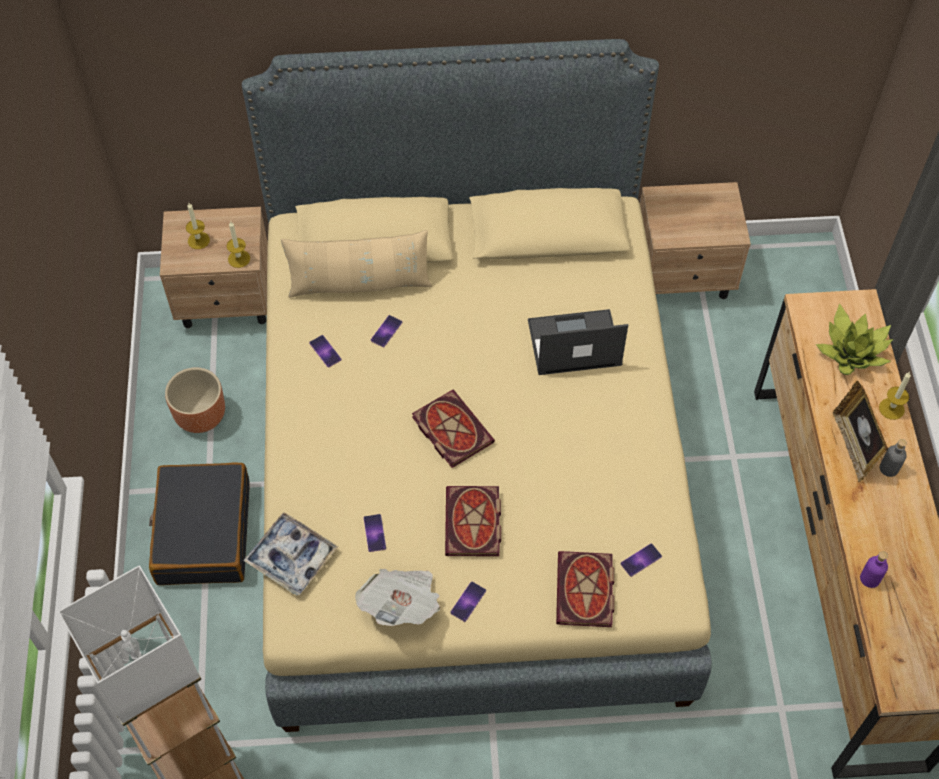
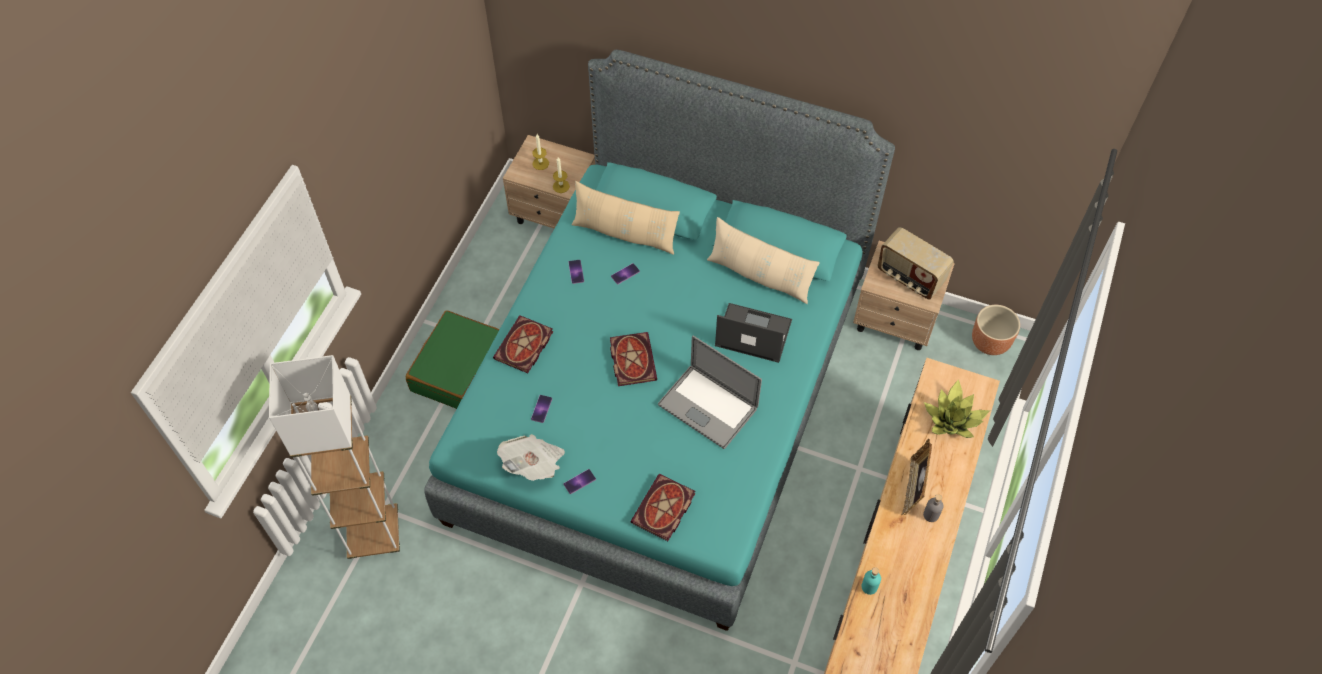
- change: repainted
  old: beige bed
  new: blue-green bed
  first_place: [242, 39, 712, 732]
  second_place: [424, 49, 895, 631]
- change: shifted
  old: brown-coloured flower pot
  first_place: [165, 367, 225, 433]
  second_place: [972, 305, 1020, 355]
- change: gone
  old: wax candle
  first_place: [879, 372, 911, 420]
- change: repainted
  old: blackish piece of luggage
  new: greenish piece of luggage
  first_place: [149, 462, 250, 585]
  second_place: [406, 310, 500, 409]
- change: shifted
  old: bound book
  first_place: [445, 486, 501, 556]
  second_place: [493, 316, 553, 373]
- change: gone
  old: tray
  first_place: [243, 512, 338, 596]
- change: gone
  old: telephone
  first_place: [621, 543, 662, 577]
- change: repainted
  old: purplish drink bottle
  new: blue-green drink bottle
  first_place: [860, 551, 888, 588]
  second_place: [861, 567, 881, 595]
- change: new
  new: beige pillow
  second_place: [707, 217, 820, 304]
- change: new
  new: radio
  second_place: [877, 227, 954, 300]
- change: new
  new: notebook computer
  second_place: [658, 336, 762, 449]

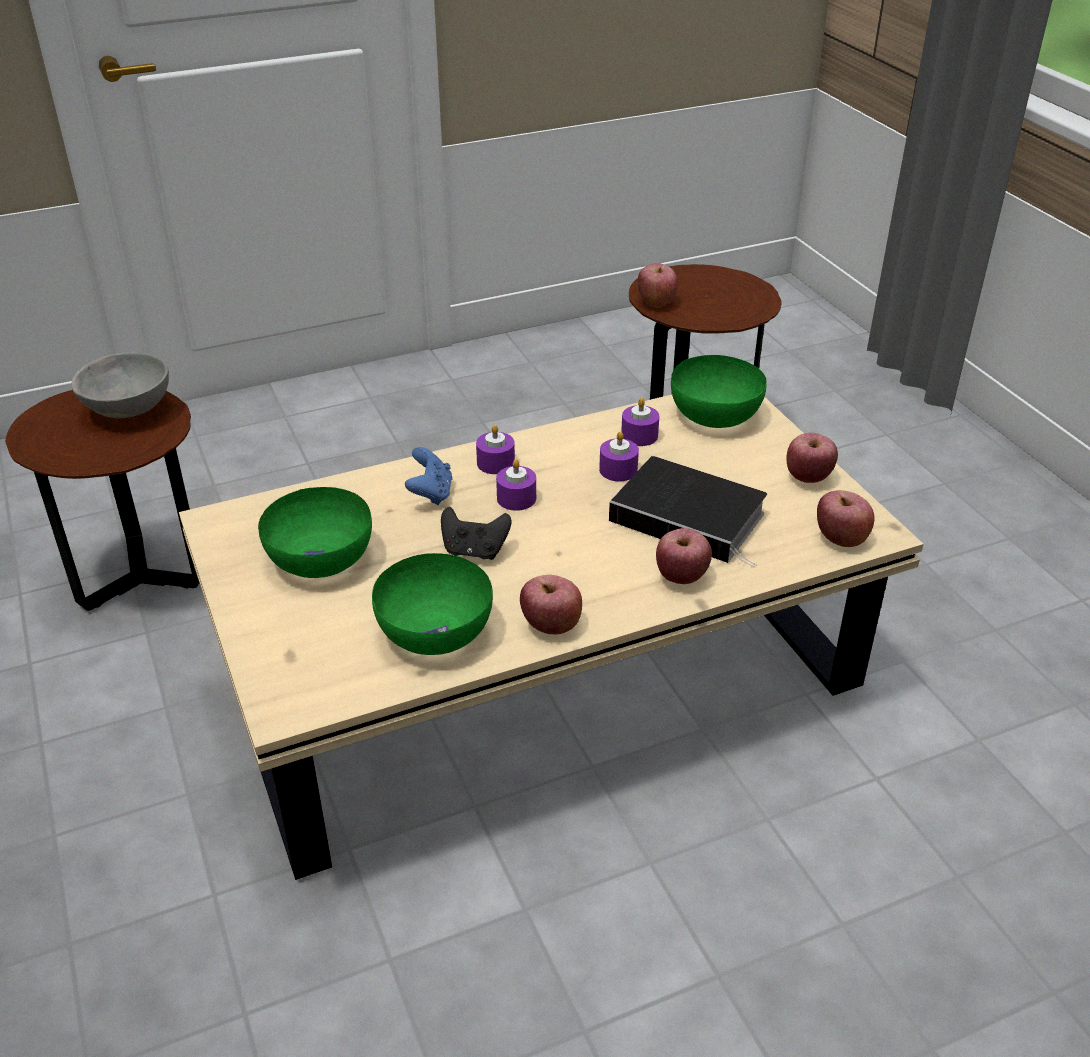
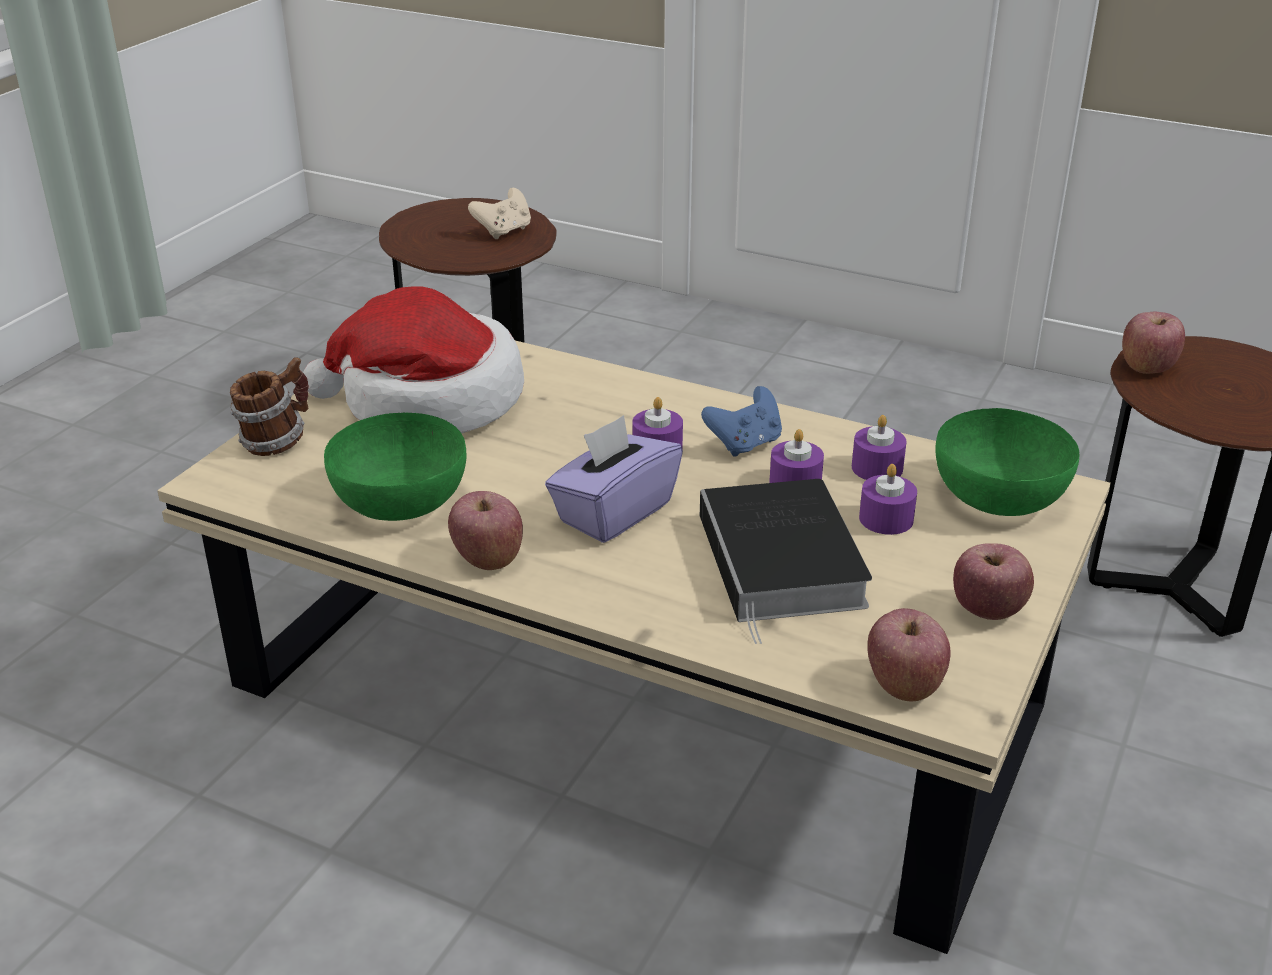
- change: swapped
  old: grey serving bowl
  new: beige joypad
  first_place: [71, 352, 169, 418]
  second_place: [468, 188, 531, 239]
- change: shifted
  old: purplish wax candle
  first_place: [476, 425, 515, 474]
  second_place: [859, 464, 917, 535]
- change: shifted
  old: bluish joypad
  first_place: [405, 447, 452, 505]
  second_place: [701, 386, 782, 457]
- change: swapped
  old: greenish serving bowl
  new: clothing hat
  first_place: [258, 487, 372, 578]
  second_place: [303, 287, 524, 433]
- change: gone
  old: blackish joypad
  first_place: [441, 507, 511, 560]
- change: gone
  old: apple fruit
  first_place: [656, 528, 712, 584]
- change: new
  new: coffee mug
  second_place: [230, 357, 309, 456]
- change: new
  new: purplish box of tissues
  second_place: [545, 415, 683, 543]

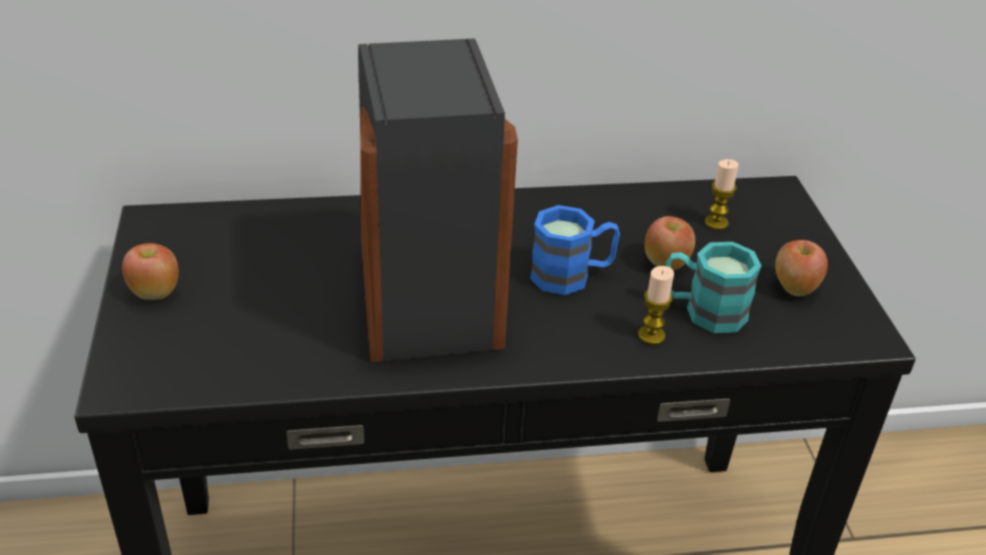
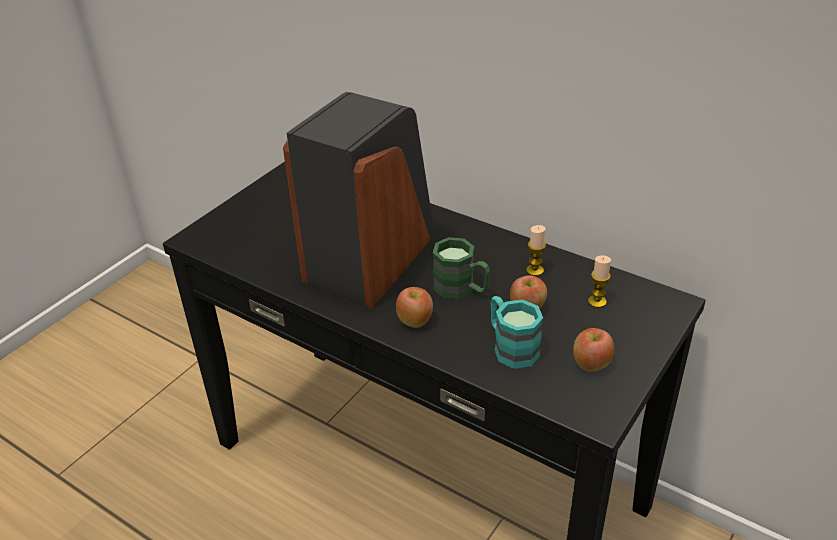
- change: repainted
  old: bluish coffee mug
  new: greenish coffee mug
  first_place: [530, 205, 620, 295]
  second_place: [433, 237, 490, 299]
- change: shifted
  old: apple fruit
  first_place: [122, 243, 179, 300]
  second_place: [396, 287, 433, 328]
- change: shifted
  old: wax candle
  first_place: [638, 266, 674, 345]
  second_place: [526, 225, 546, 276]

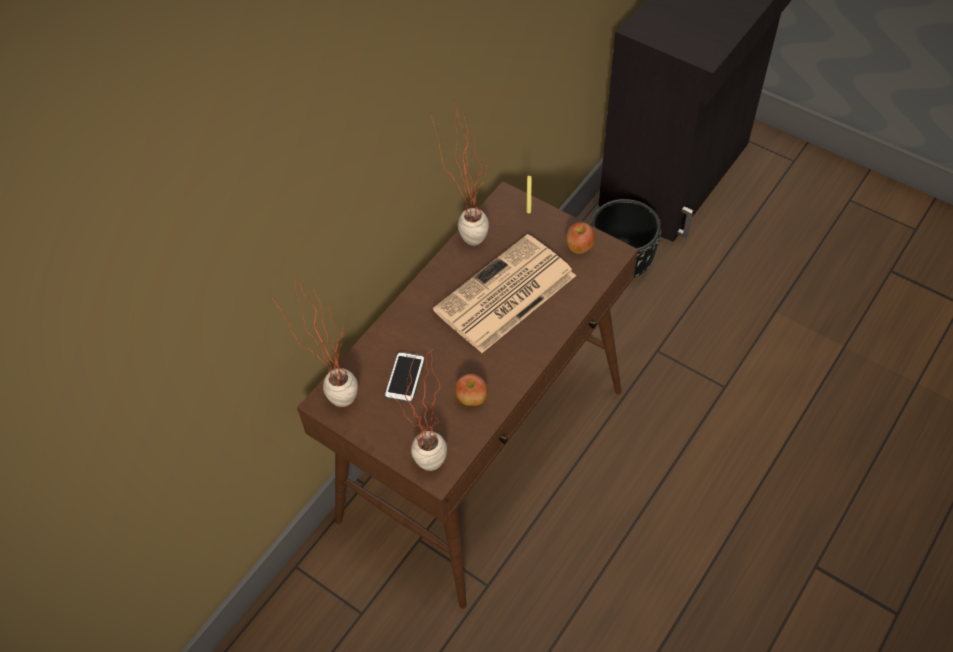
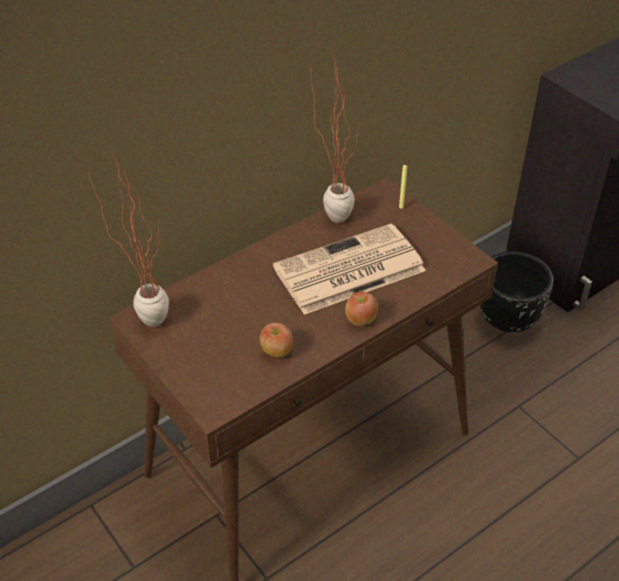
- change: shifted
  old: apple fruit
  first_place: [566, 222, 595, 254]
  second_place: [345, 291, 377, 326]
- change: gone
  old: potted plant
  first_place: [392, 348, 447, 471]
- change: gone
  old: telephone
  first_place: [385, 352, 425, 403]

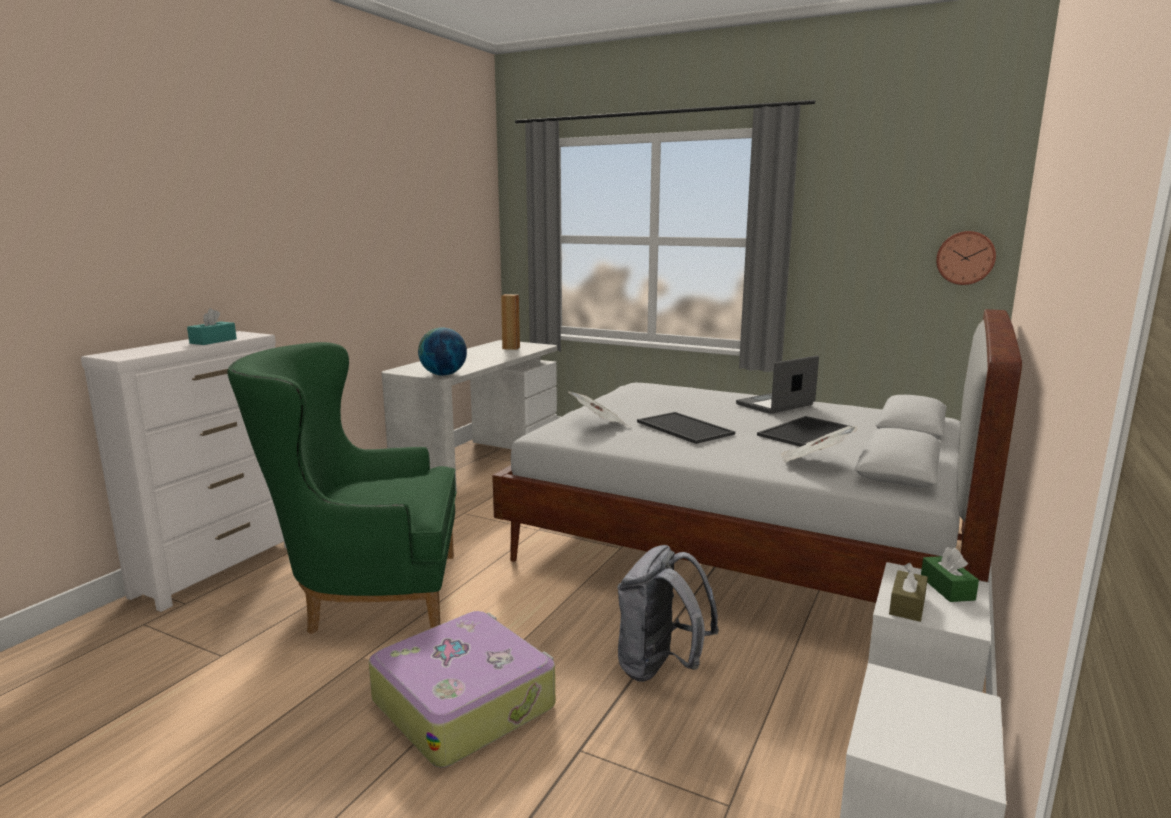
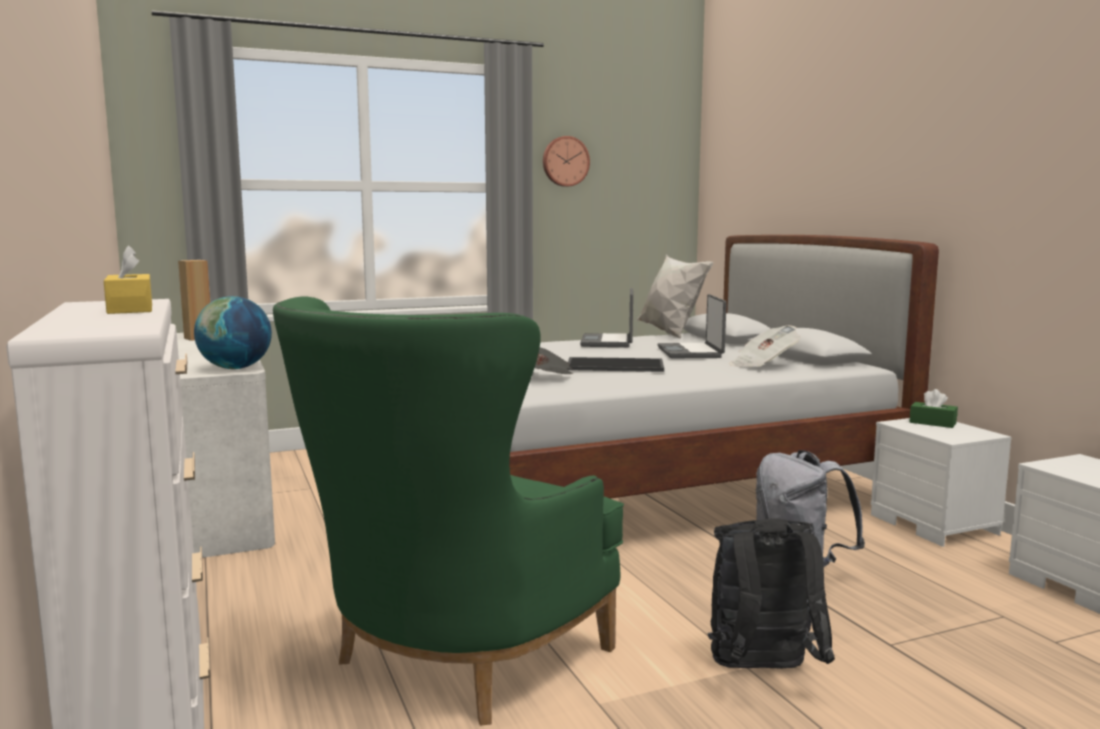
- change: shifted
  old: hanging clock
  first_place: [936, 231, 996, 285]
  second_place: [543, 136, 590, 187]
- change: repainted
  old: blue-green box of tissues
  new: yellow box of tissues
  first_place: [187, 308, 237, 345]
  second_place: [104, 245, 152, 314]
- change: swapped
  old: tray
  new: notebook computer
  first_place: [757, 416, 852, 447]
  second_place: [658, 294, 727, 358]
- change: gone
  old: brown-coloured box of tissues
  first_place: [889, 563, 928, 622]
- change: swapped
  old: piece of luggage
  new: blackish rucksack
  first_place: [369, 611, 555, 768]
  second_place: [708, 519, 835, 669]
- change: new
  new: white pillow
  second_place: [637, 254, 714, 339]

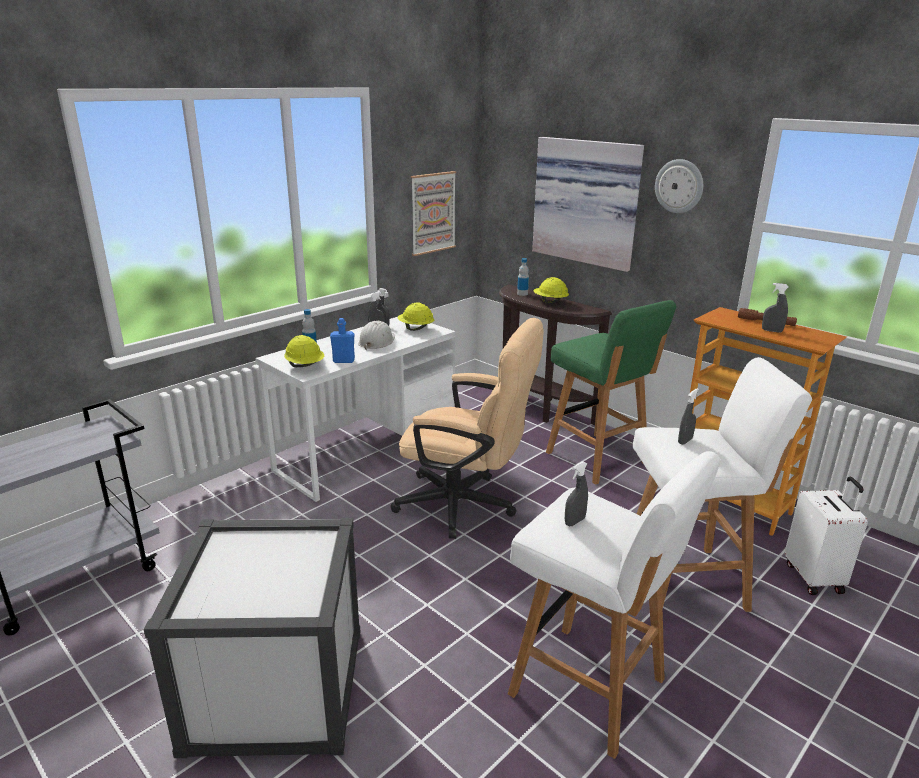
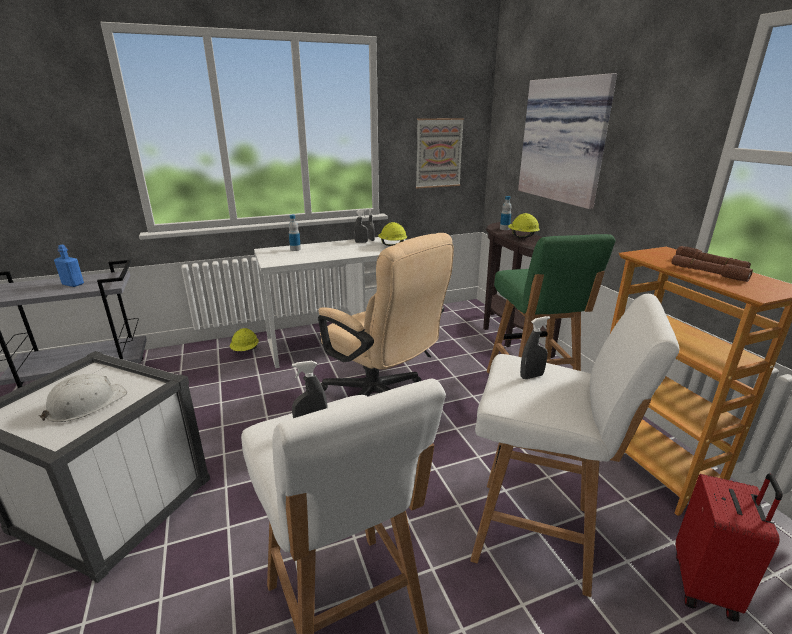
- change: gone
  old: hanging clock
  first_place: [655, 159, 703, 213]
- change: swapped
  old: grey spray bottle
  new: brown-coloured hand torch
  first_place: [762, 283, 789, 333]
  second_place: [671, 255, 753, 282]
- change: shifted
  old: bluish drink bottle
  first_place: [330, 318, 355, 363]
  second_place: [54, 245, 84, 287]
- change: shifted
  old: white hard hat
  first_place: [358, 321, 395, 350]
  second_place: [39, 374, 127, 422]
- change: shifted
  old: yellow hard hat
  first_place: [284, 335, 324, 367]
  second_place: [230, 328, 259, 351]
- change: repainted
  old: white piece of luggage
  new: red-coloured piece of luggage
  first_place: [785, 477, 868, 595]
  second_place: [676, 474, 783, 622]

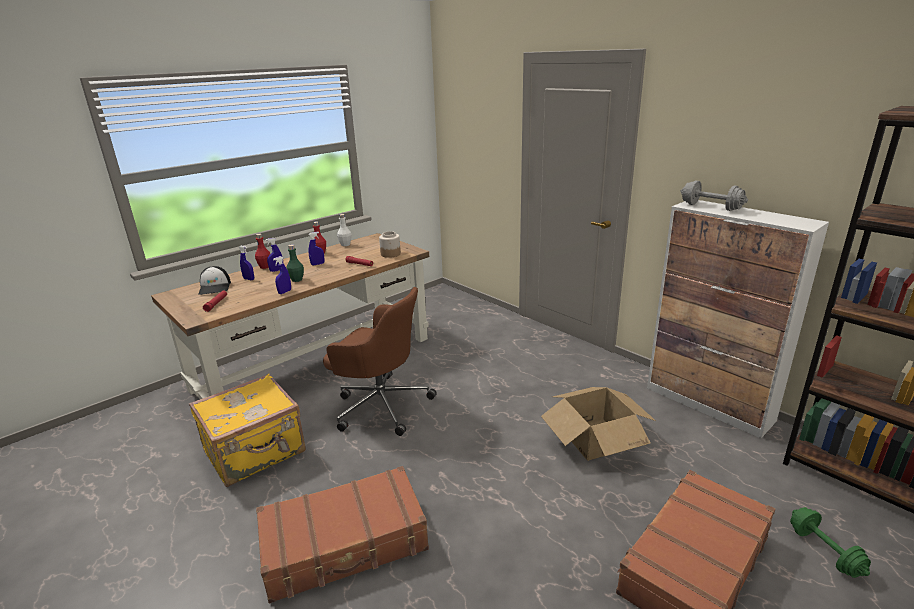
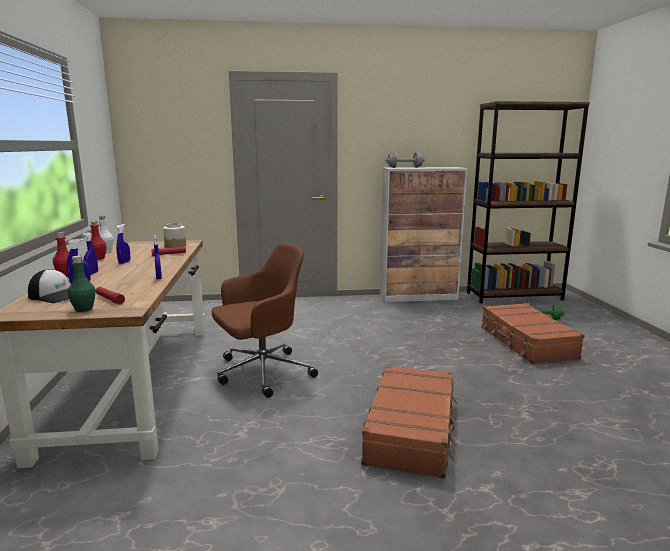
- change: shifted
  old: greenish drink bottle
  first_place: [286, 244, 304, 282]
  second_place: [68, 256, 96, 312]
- change: gone
  old: yellow piece of luggage
  first_place: [189, 373, 306, 487]
- change: gone
  old: cardboard box
  first_place: [541, 387, 656, 461]

